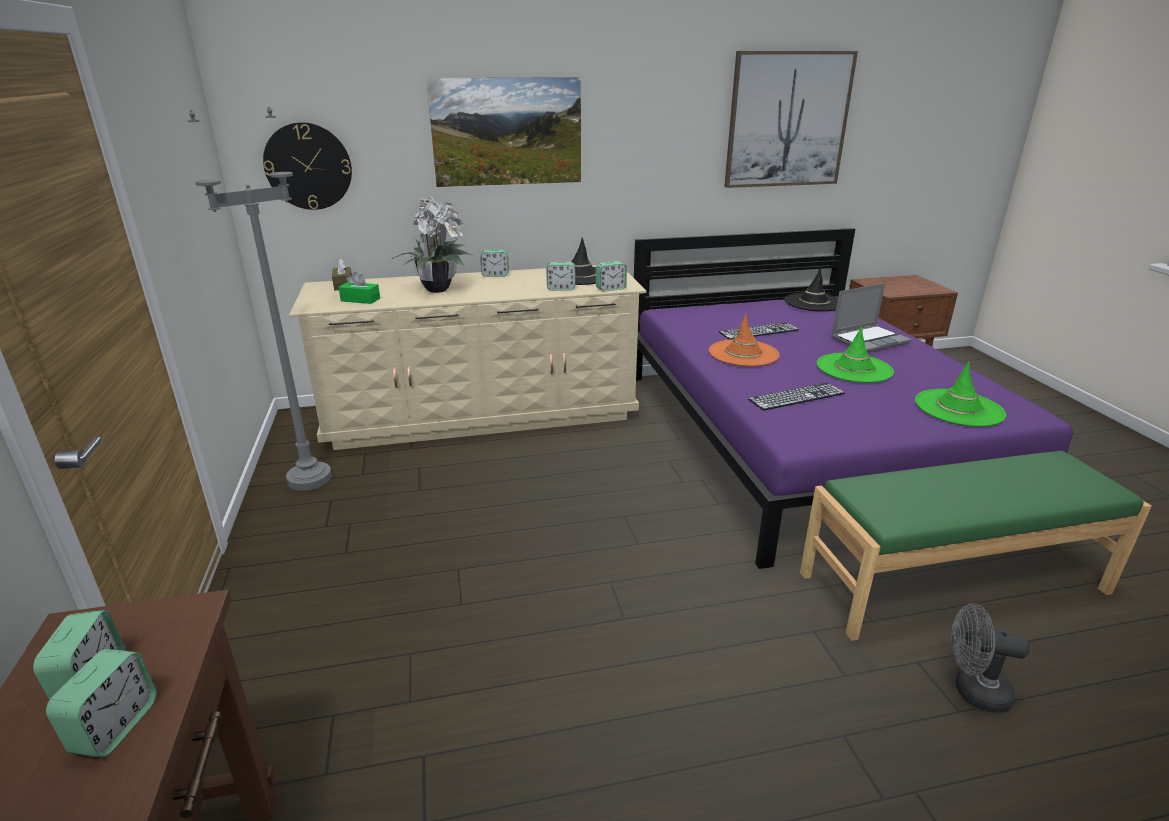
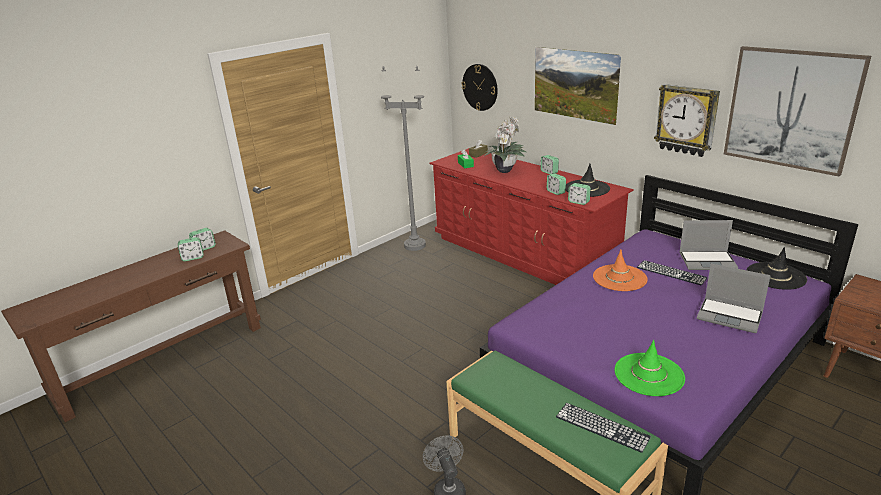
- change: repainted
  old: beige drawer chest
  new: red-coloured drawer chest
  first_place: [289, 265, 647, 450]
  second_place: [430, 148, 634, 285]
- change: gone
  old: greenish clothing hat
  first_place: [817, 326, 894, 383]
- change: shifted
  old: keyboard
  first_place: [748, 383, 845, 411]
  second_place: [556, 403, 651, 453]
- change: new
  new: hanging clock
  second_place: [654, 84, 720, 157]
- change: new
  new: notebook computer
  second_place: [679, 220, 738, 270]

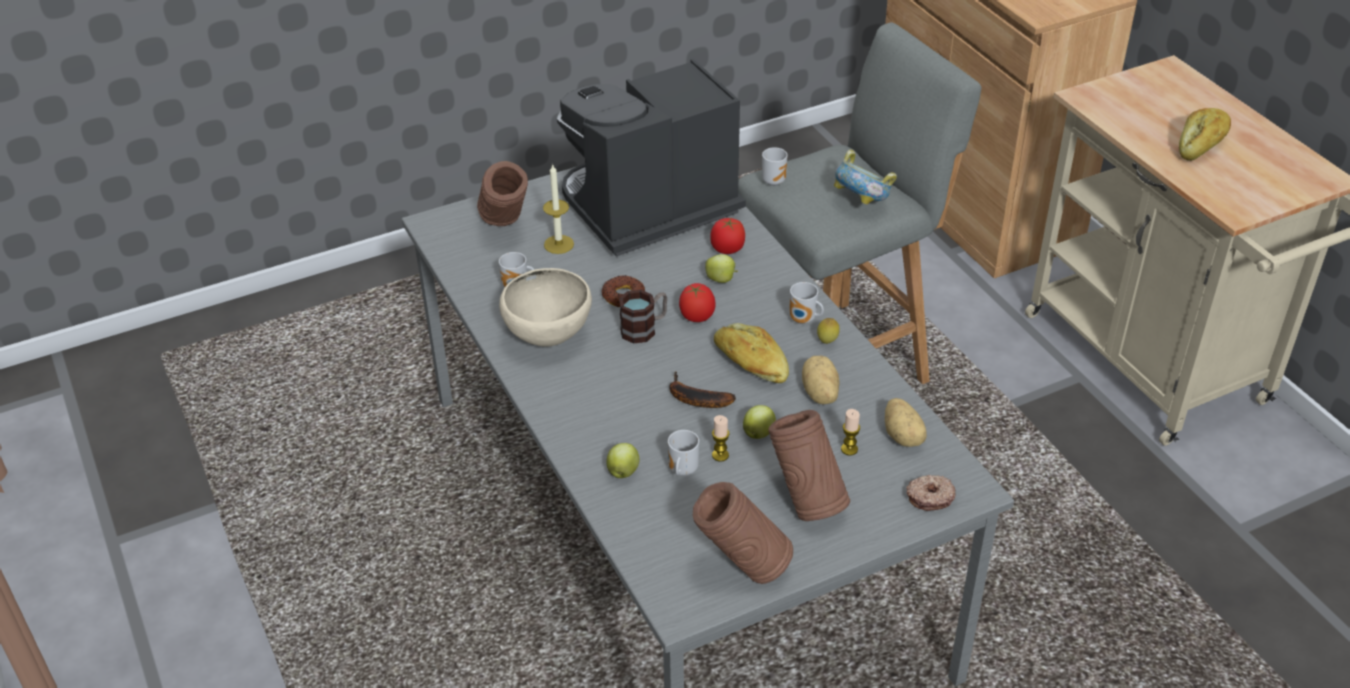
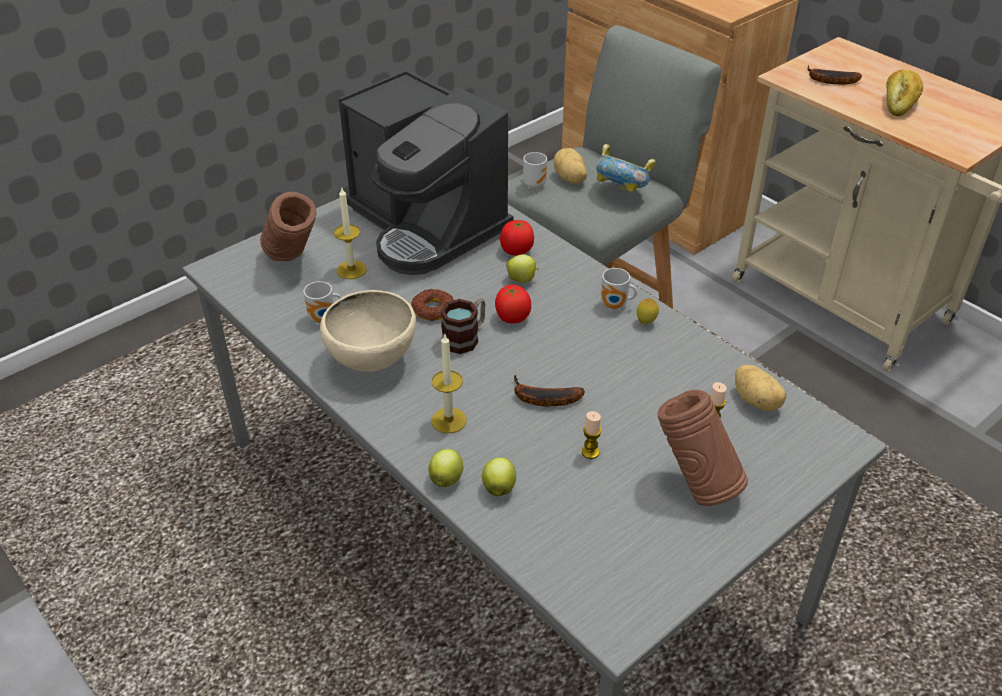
- change: rotated
  old: coffee brewer
  first_place: [557, 59, 746, 257]
  second_place: [338, 69, 514, 275]
  degrees: -90
- change: gone
  old: bread
  first_place: [714, 323, 789, 383]
- change: shifted
  old: spud
  first_place: [802, 356, 840, 404]
  second_place: [553, 148, 587, 184]
- change: shifted
  old: apple fruit
  first_place: [743, 405, 776, 439]
  second_place: [429, 449, 464, 487]
- change: gone
  old: coffee mug
  first_place: [668, 430, 699, 476]
- change: gone
  old: donut
  first_place: [906, 475, 955, 511]
- change: gone
  old: brown-coloured flower vase
  first_place: [693, 482, 793, 584]
- change: new
  new: banana
  second_place: [807, 65, 862, 84]
- change: new
  new: wax candle
  second_place: [432, 335, 467, 433]

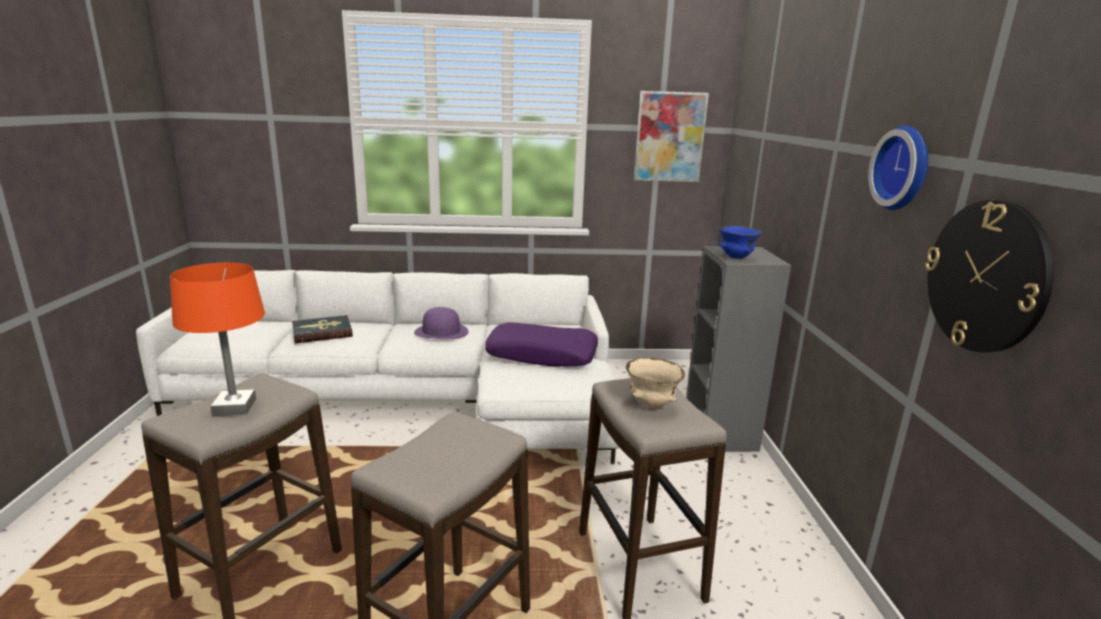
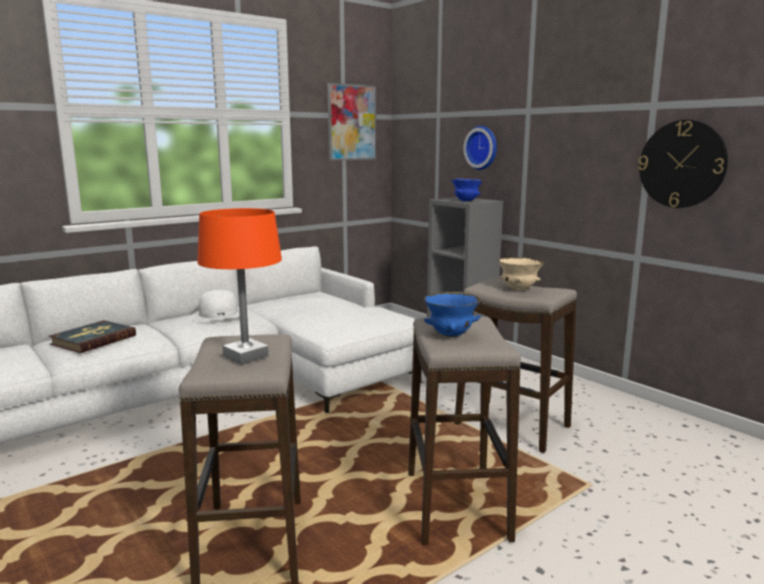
- change: shifted
  old: hanging clock
  first_place: [868, 125, 928, 210]
  second_place: [463, 126, 497, 170]
- change: repainted
  old: purplish clothing hat
  new: white clothing hat
  first_place: [414, 307, 469, 339]
  second_place: [190, 290, 240, 322]
- change: gone
  old: purplish pillow
  first_place: [485, 322, 598, 367]
- change: new
  new: bluish serving bowl
  second_place: [424, 292, 481, 337]

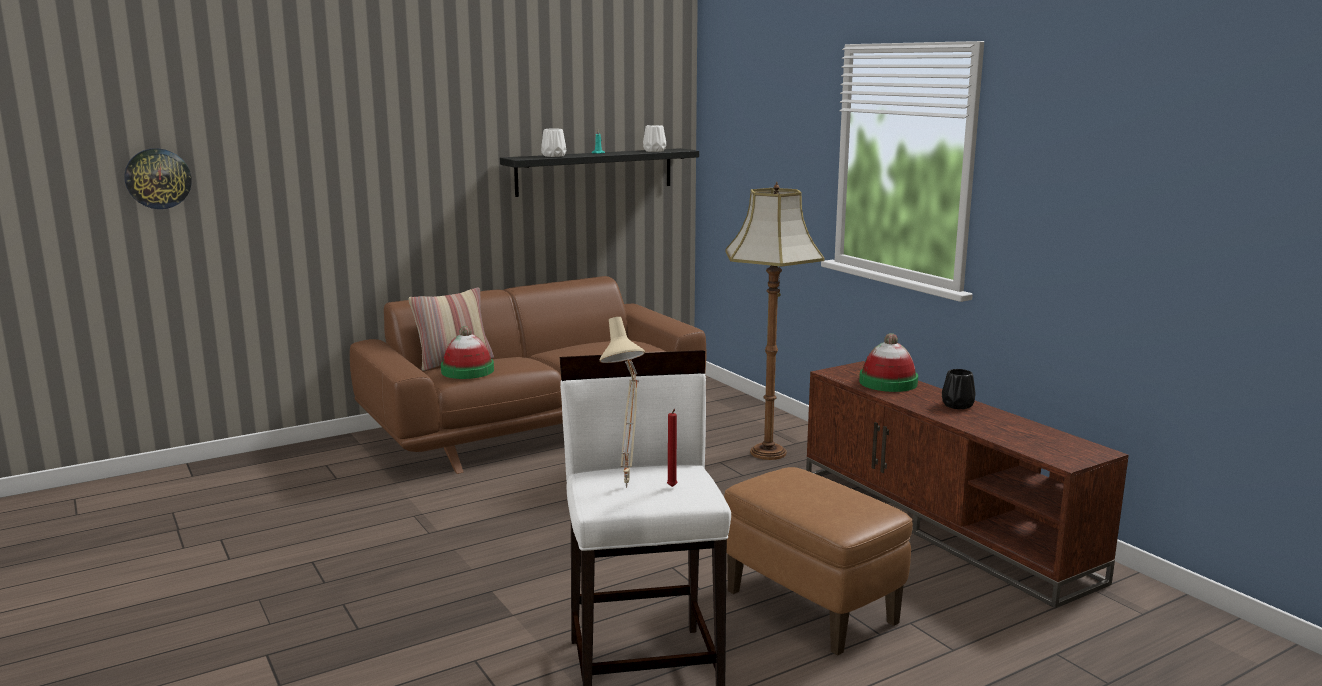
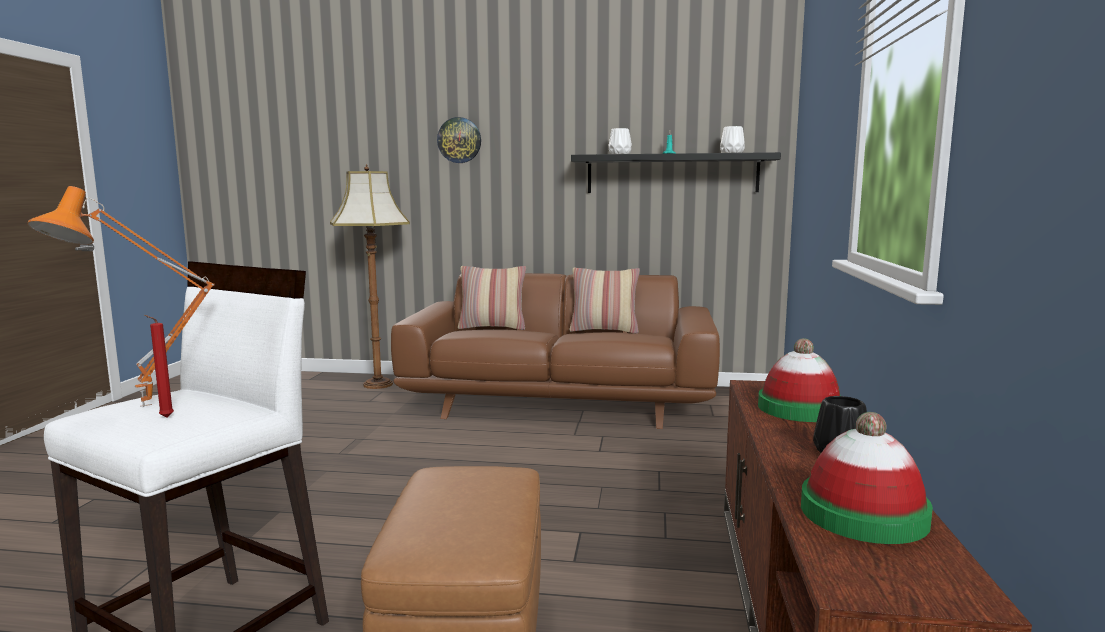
- change: shifted
  old: hanging clock
  first_place: [124, 148, 192, 209]
  second_place: [437, 117, 481, 163]
- change: shifted
  old: standing lamp
  first_place: [725, 182, 824, 460]
  second_place: [330, 164, 410, 389]
- change: repainted
  old: beige table lamp
  new: orange table lamp
  first_place: [600, 317, 645, 488]
  second_place: [27, 186, 215, 407]
- change: shifted
  old: clothing hat
  first_place: [441, 326, 494, 379]
  second_place: [801, 412, 933, 544]
- change: new
  new: pillow
  second_place: [569, 267, 640, 334]

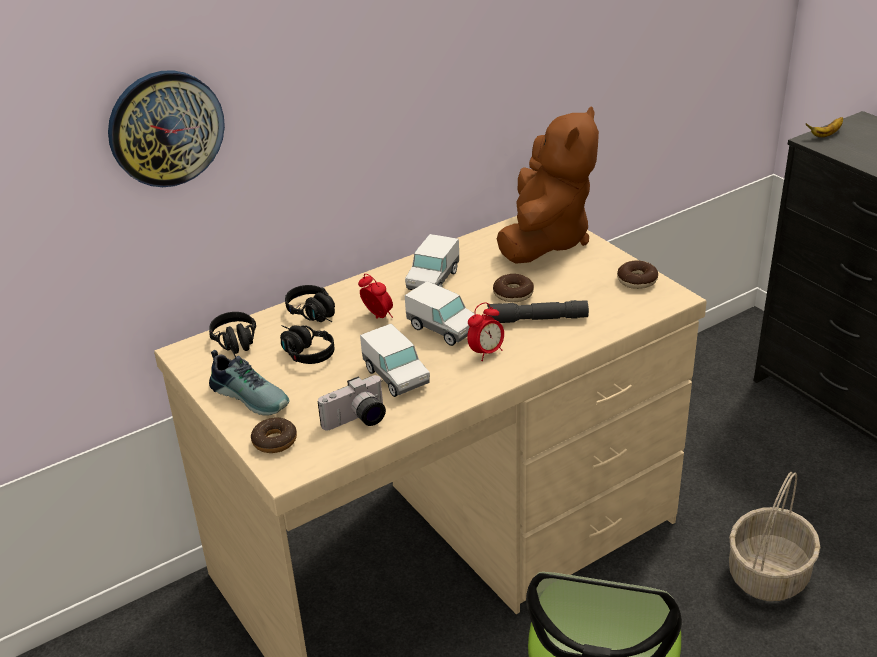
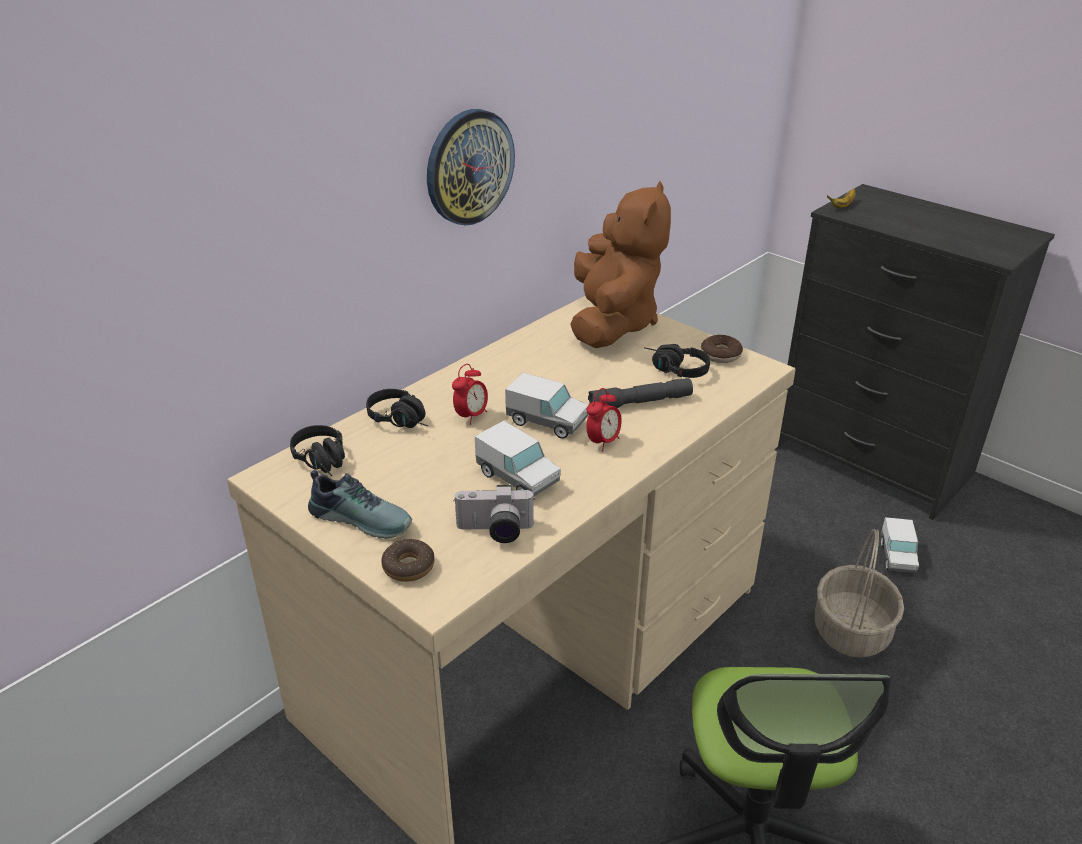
- change: shifted
  old: hanging clock
  first_place: [108, 70, 225, 187]
  second_place: [427, 109, 515, 225]
- change: shifted
  old: toy truck
  first_place: [405, 234, 459, 290]
  second_place: [881, 517, 919, 573]
- change: rotated
  old: alarm clock
  first_place: [358, 274, 393, 318]
  second_place: [452, 364, 488, 425]
  degrees: 90
- change: gone
  old: donut
  first_place: [493, 274, 534, 302]
- change: shifted
  old: blackish headphones
  first_place: [280, 325, 334, 364]
  second_place: [644, 344, 710, 378]
- change: rotated
  old: photo camera
  first_place: [318, 375, 386, 430]
  second_place: [453, 485, 535, 543]
  degrees: 45

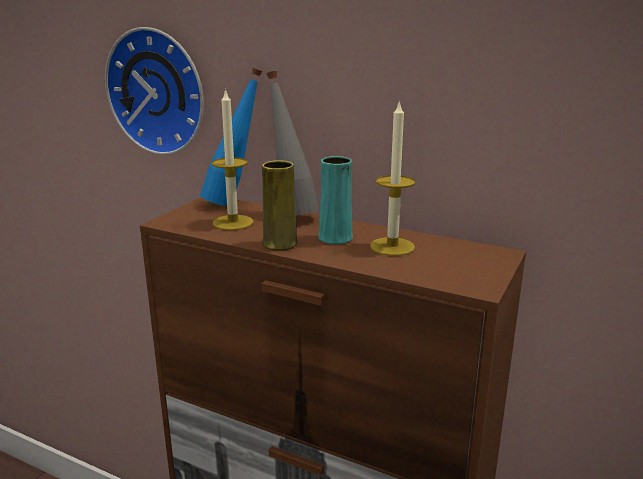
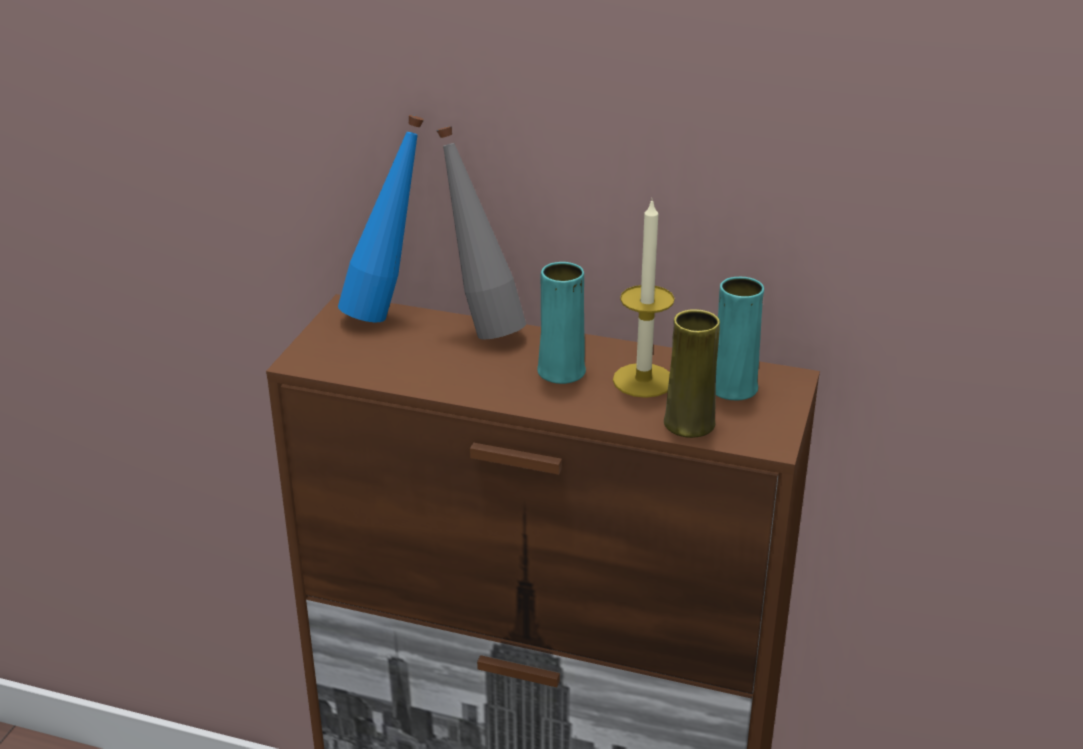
- change: gone
  old: hanging clock
  first_place: [105, 27, 204, 155]
- change: gone
  old: wax candle
  first_place: [212, 88, 253, 230]
- change: shifted
  old: yellow flower vase
  first_place: [262, 160, 298, 251]
  second_place: [664, 309, 720, 438]
- change: new
  new: blue-green flower vase
  second_place: [716, 277, 764, 400]

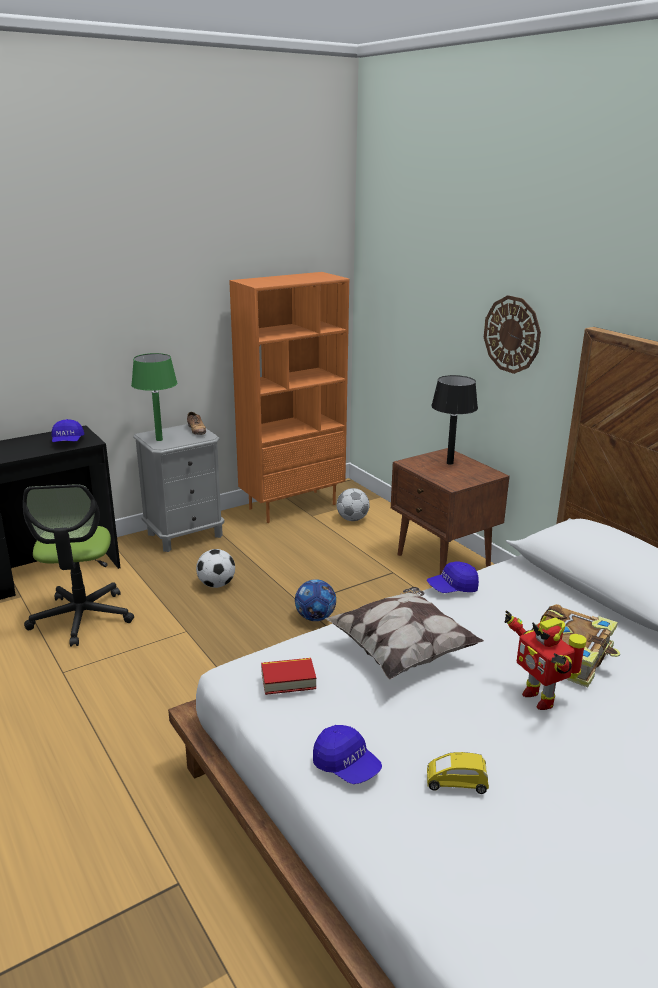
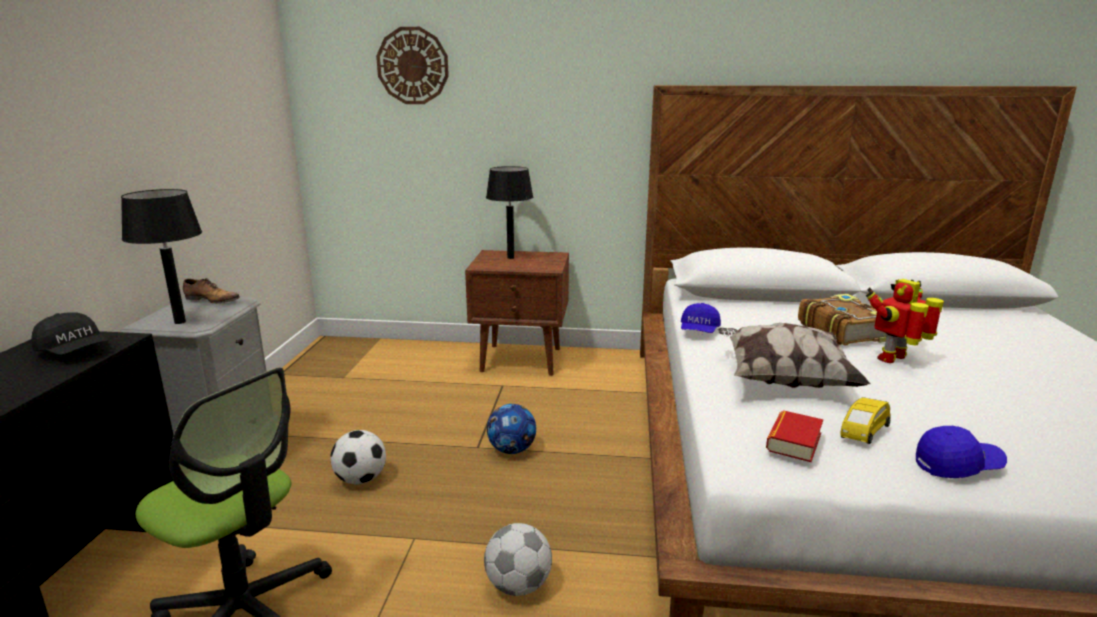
- change: gone
  old: orange shelving unit
  first_place: [229, 272, 349, 523]
- change: shifted
  old: hanging clock
  first_place: [484, 295, 541, 374]
  second_place: [376, 27, 449, 104]
- change: repainted
  old: greenish table lamp
  new: blackish table lamp
  first_place: [131, 353, 177, 441]
  second_place: [121, 189, 202, 324]
- change: repainted
  old: bluish peaked cap
  new: blackish peaked cap
  first_place: [52, 419, 84, 442]
  second_place: [31, 312, 109, 355]
- change: shifted
  old: football
  first_place: [337, 488, 369, 521]
  second_place: [484, 523, 552, 596]
- change: rotated
  old: robot figure
  first_place: [505, 610, 586, 710]
  second_place: [865, 279, 944, 363]
  degrees: 135
- change: shifted
  old: yellow model car
  first_place: [427, 752, 489, 794]
  second_place: [841, 397, 891, 444]

